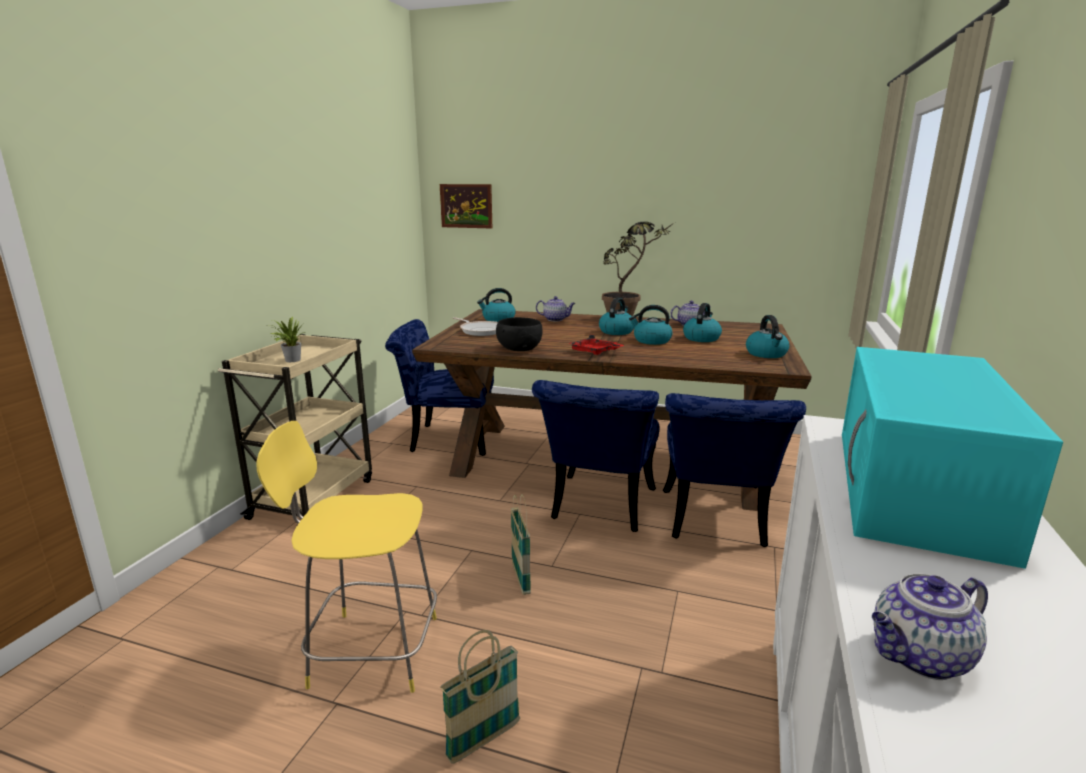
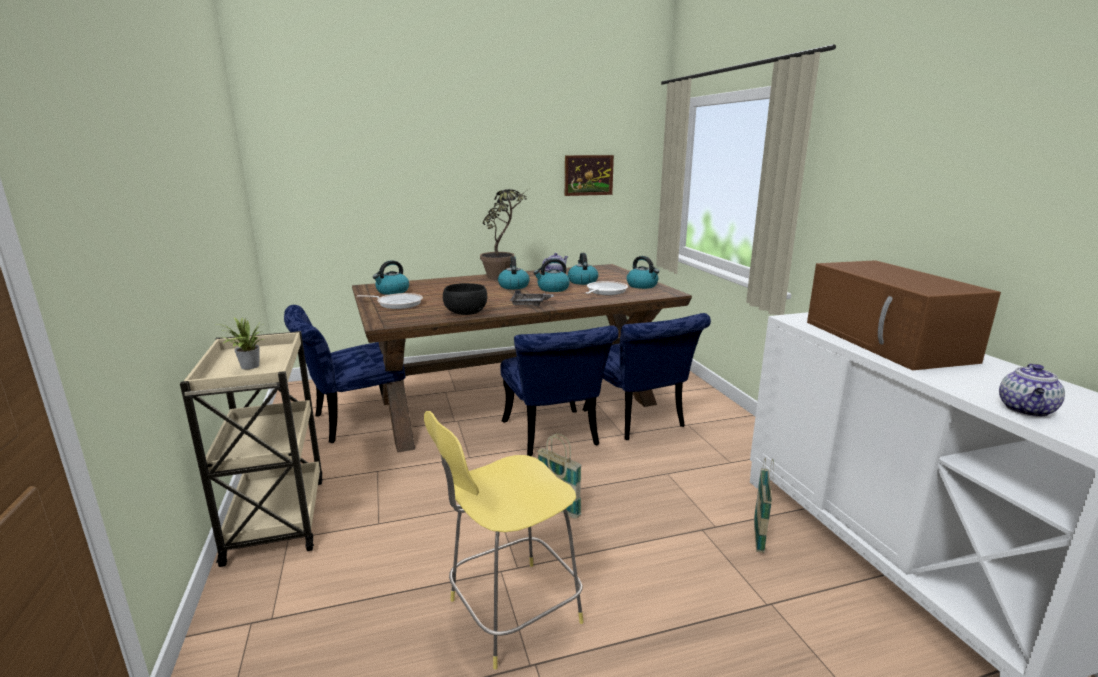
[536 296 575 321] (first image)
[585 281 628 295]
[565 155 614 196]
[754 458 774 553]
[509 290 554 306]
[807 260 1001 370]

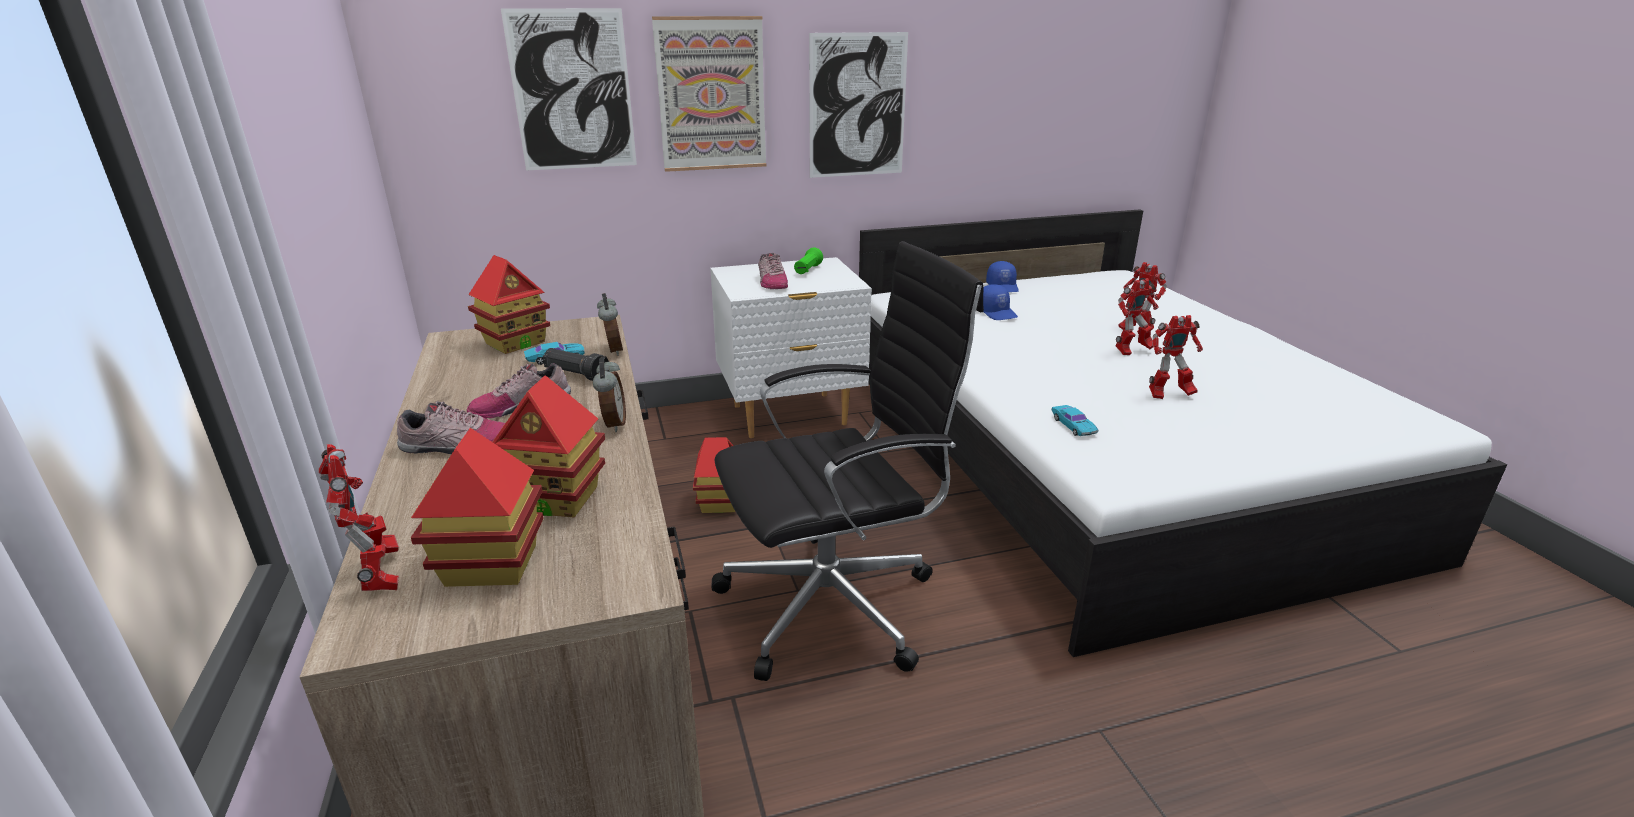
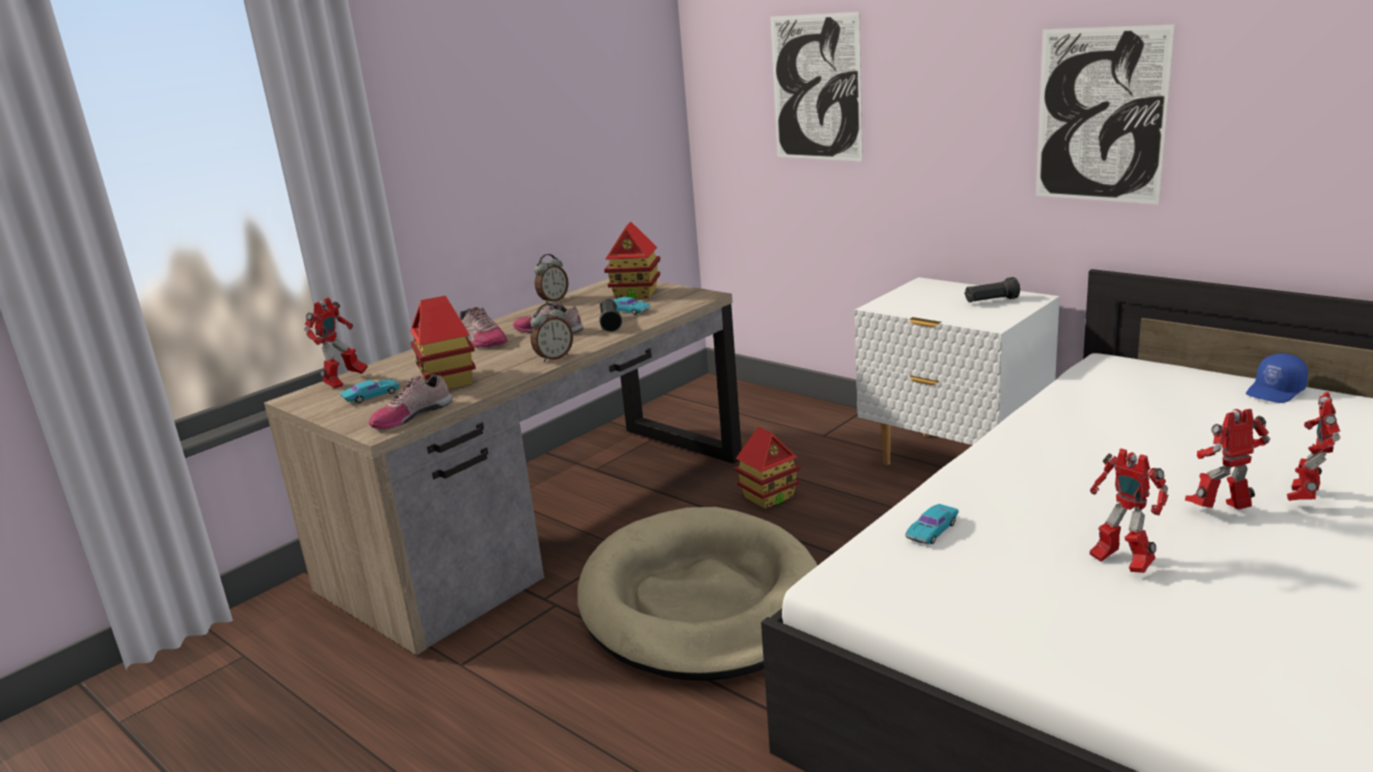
[652 16 766 172] (first image)
[983 284 1018 320] (first image)
[534 254 569 304]
[369 374 452 429]
[340 379 399 403]
[578 507 817 681]
[965 277 1020 302]
[1185 409 1270 510]

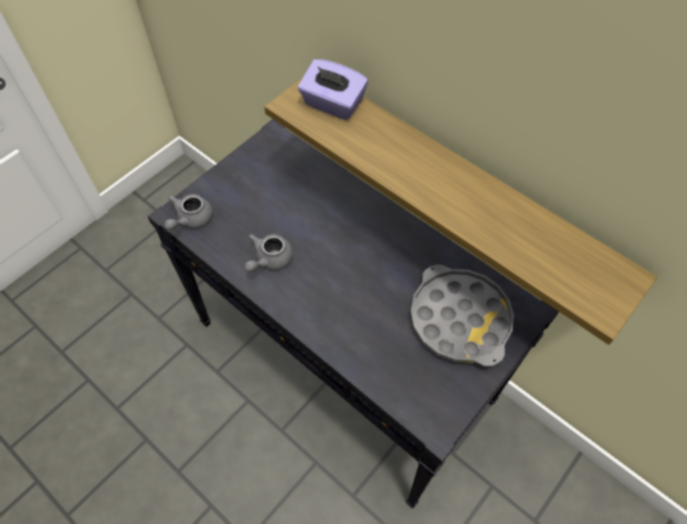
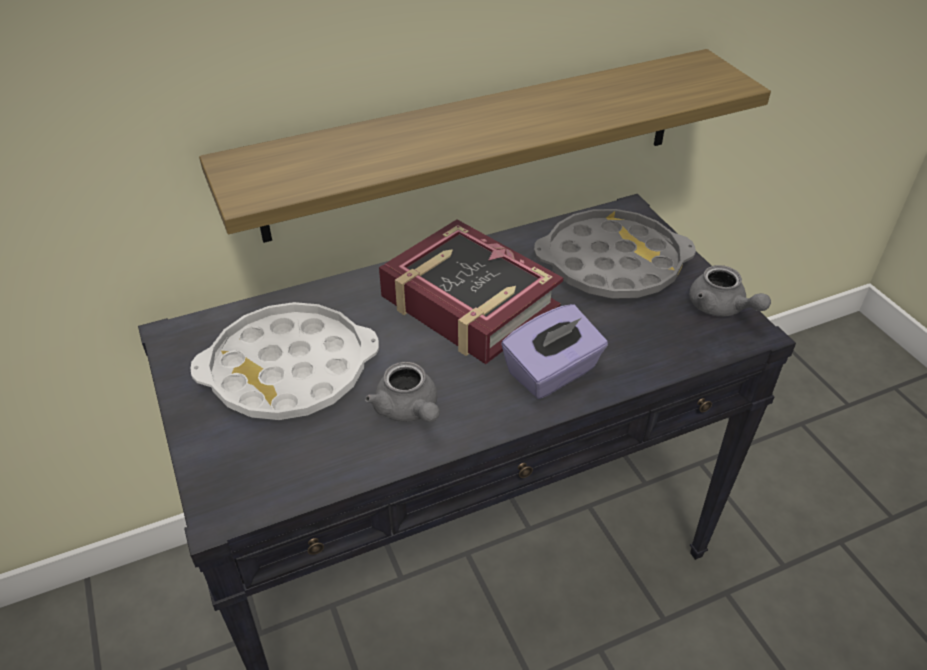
[191 302 379 420]
[379 219 563 364]
[689 265 771 317]
[501 304 608 399]

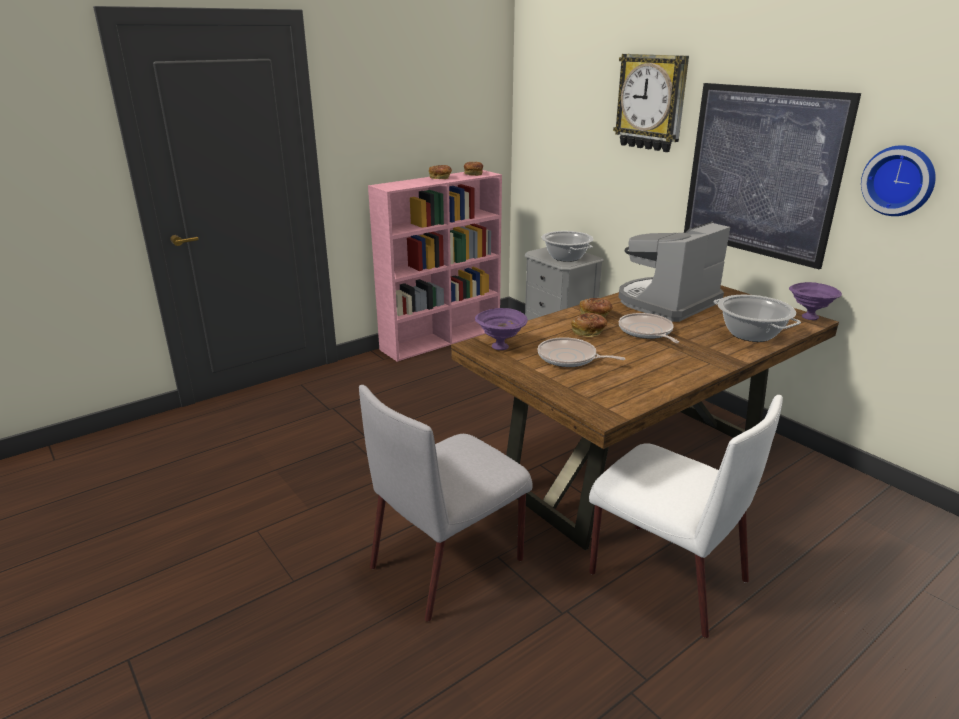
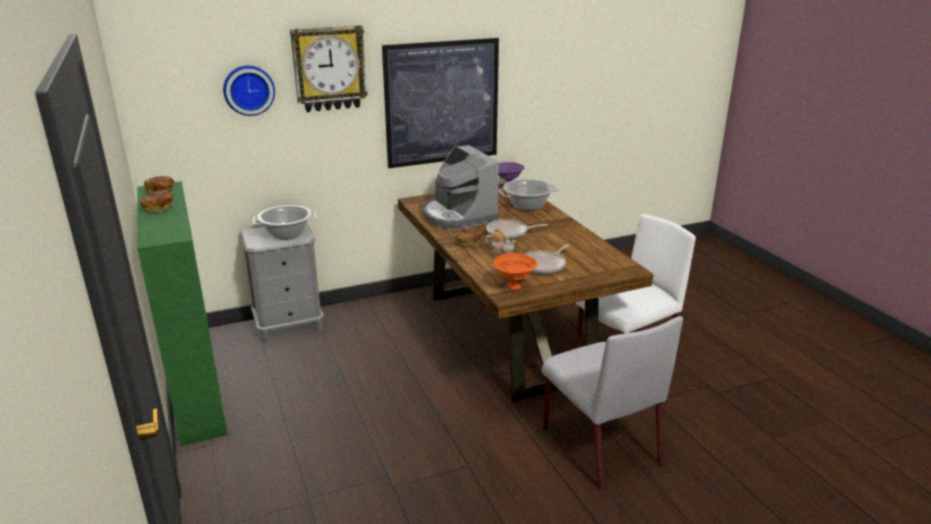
[223 66 275 116]
[486 228 516 255]
[137 181 228 446]
[494 253 538 290]

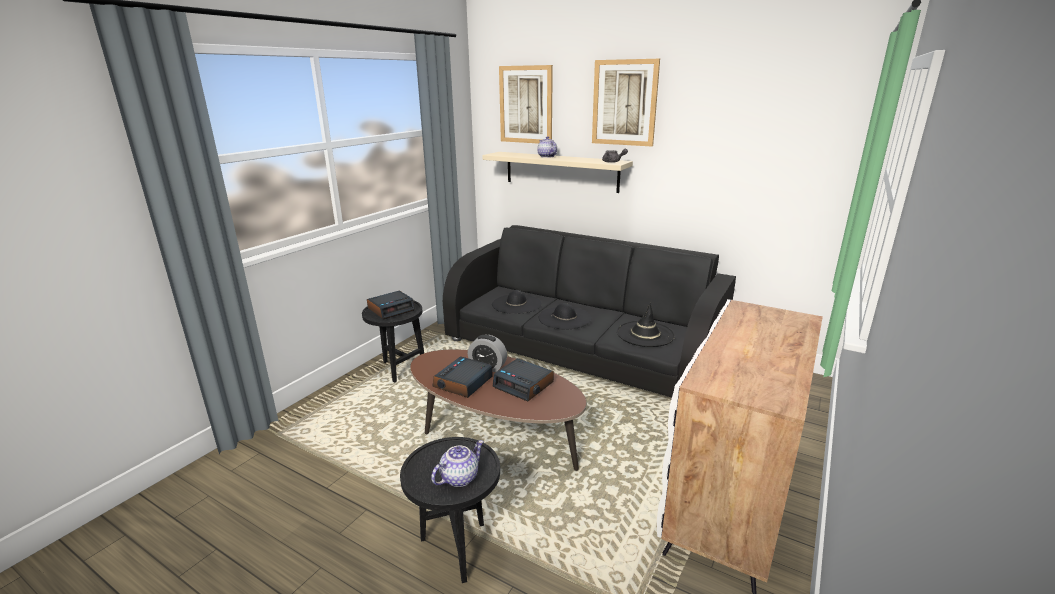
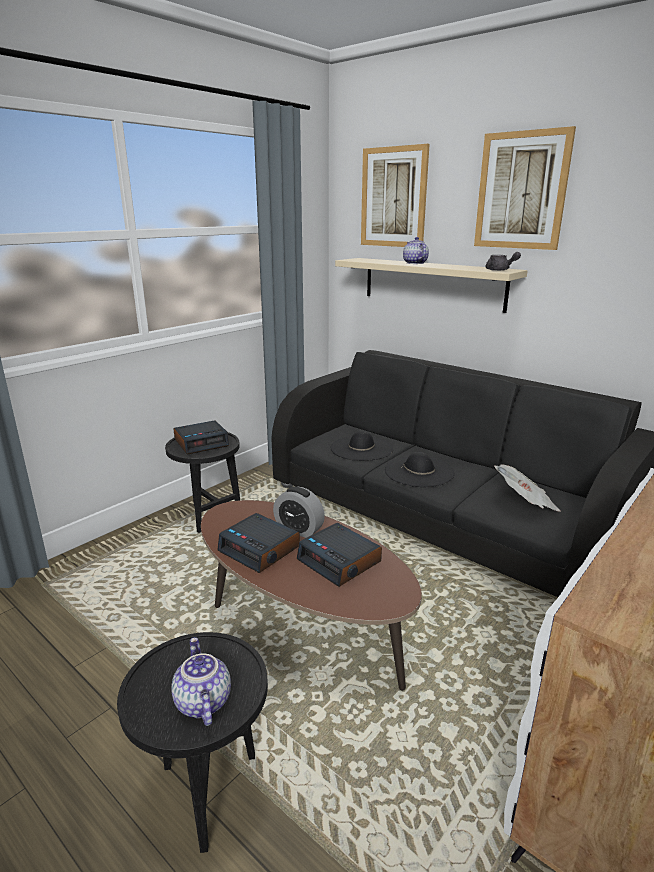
[494 464 561 512]
[171 637 231 726]
[218 513 300 573]

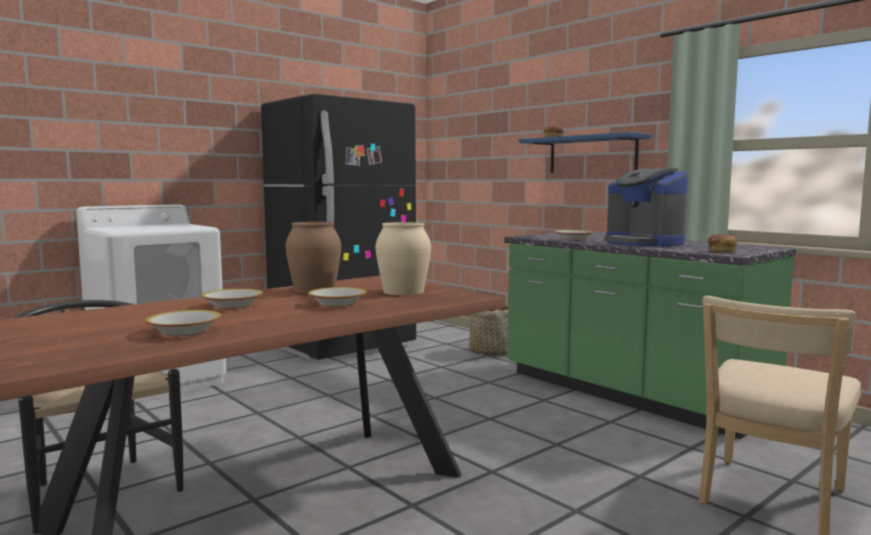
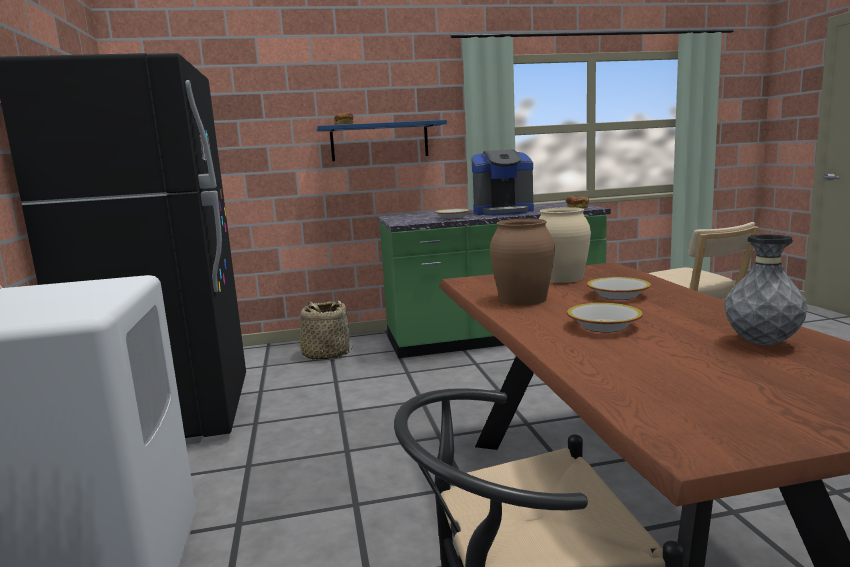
[724 234 808 345]

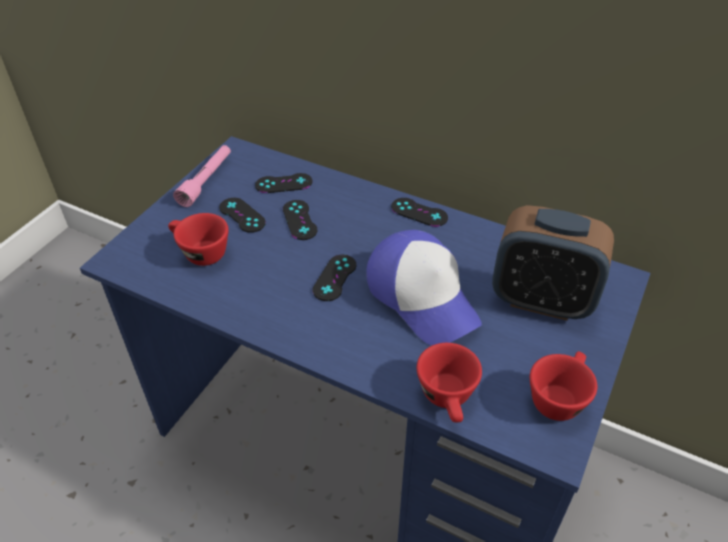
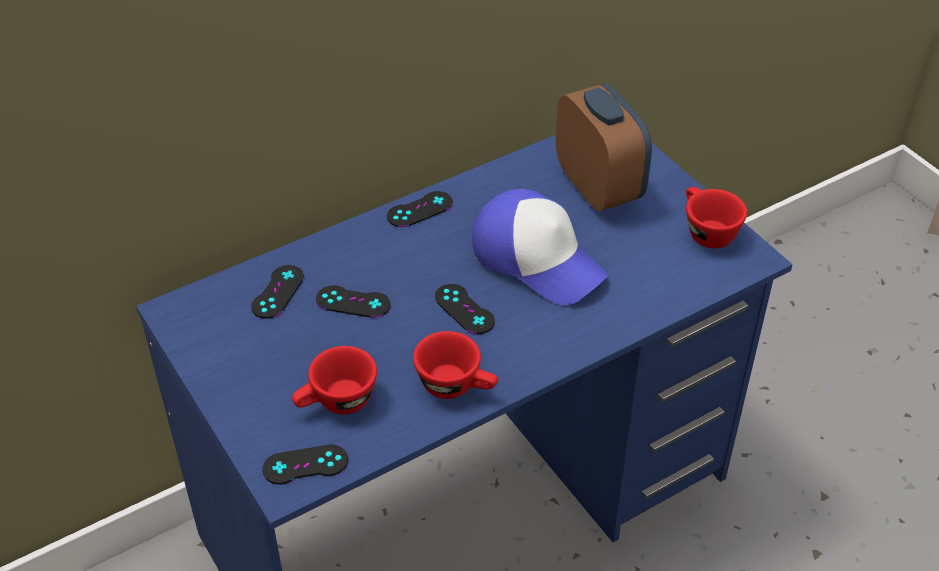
[173 145 231 207] (first image)
[262 444 348 484]
[413 331 498 399]
[472 189 608 305]
[556 84 652 211]

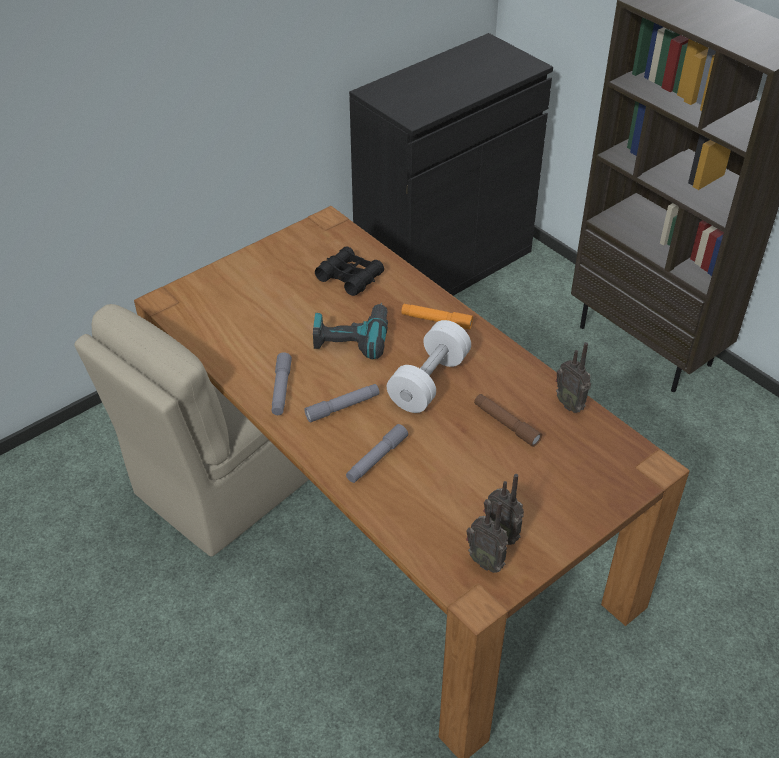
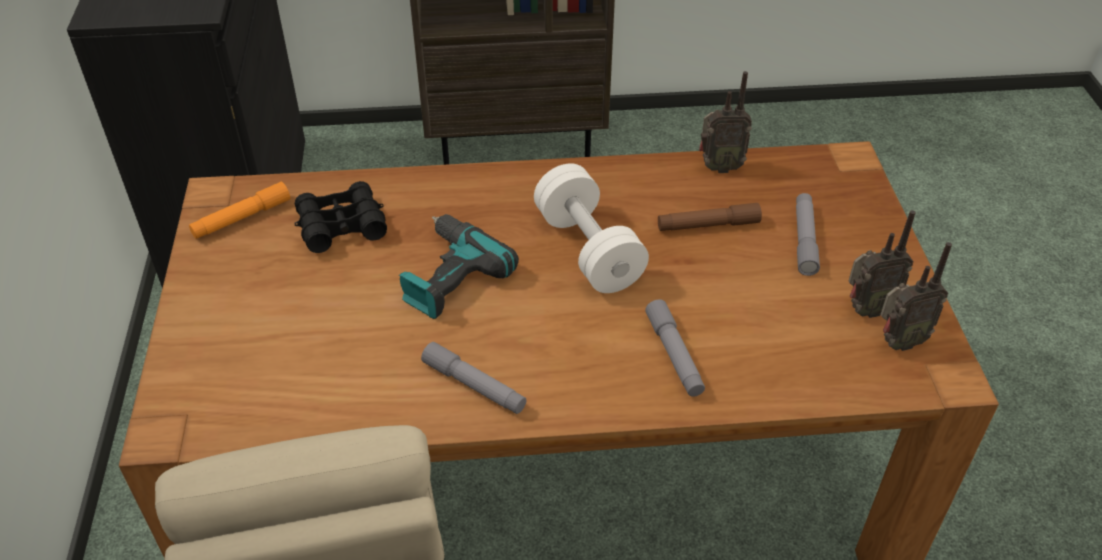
[796 193 820 276]
[189 182 290 239]

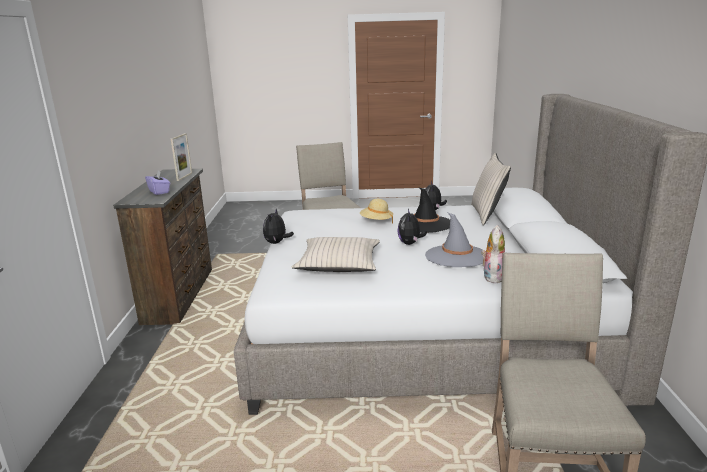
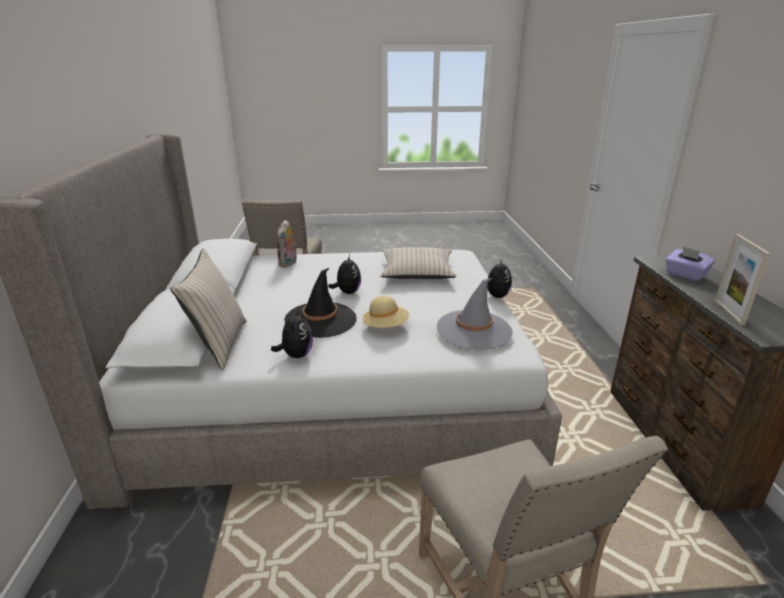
[437 278 513 350]

